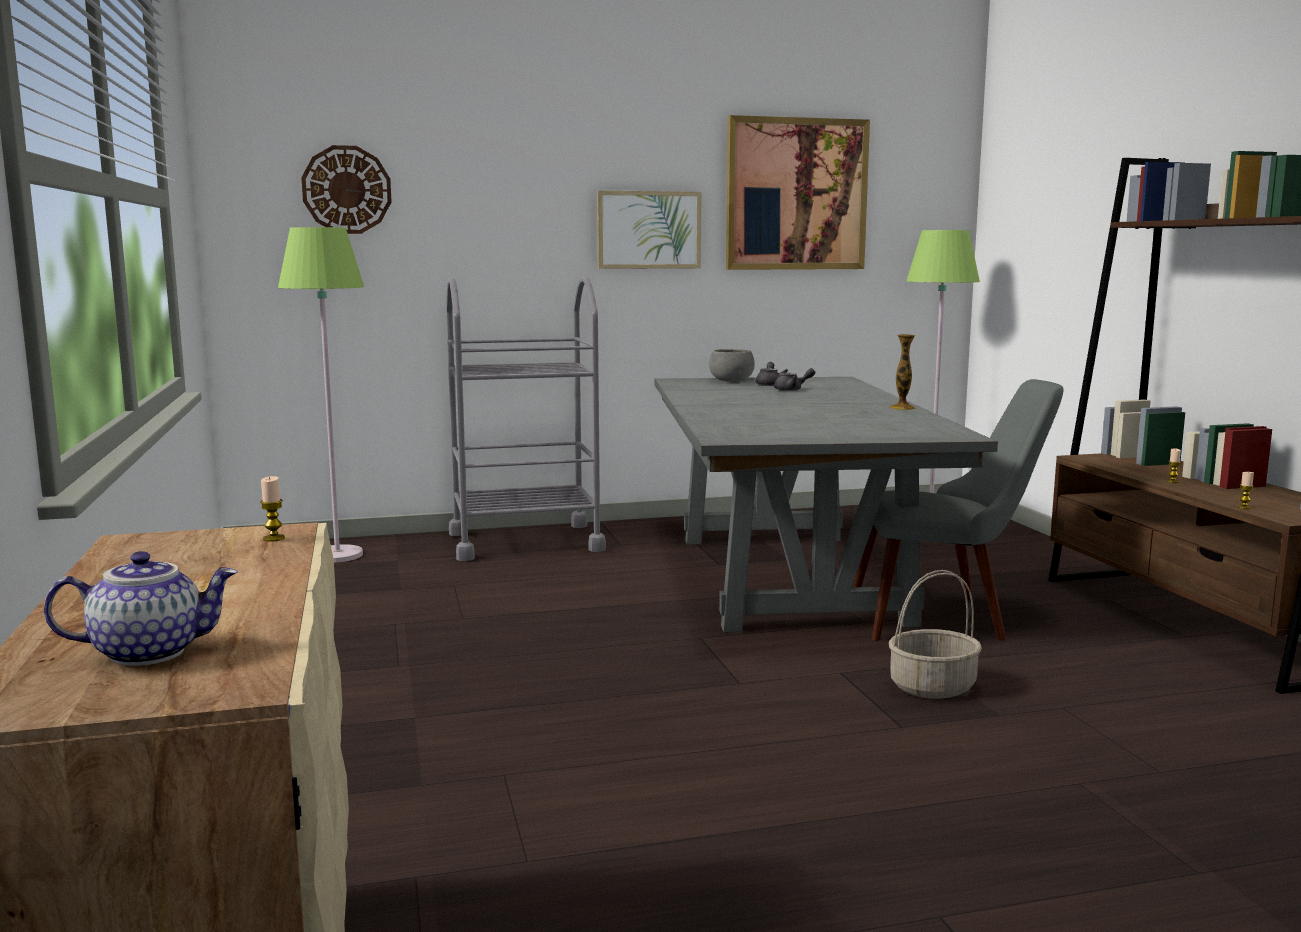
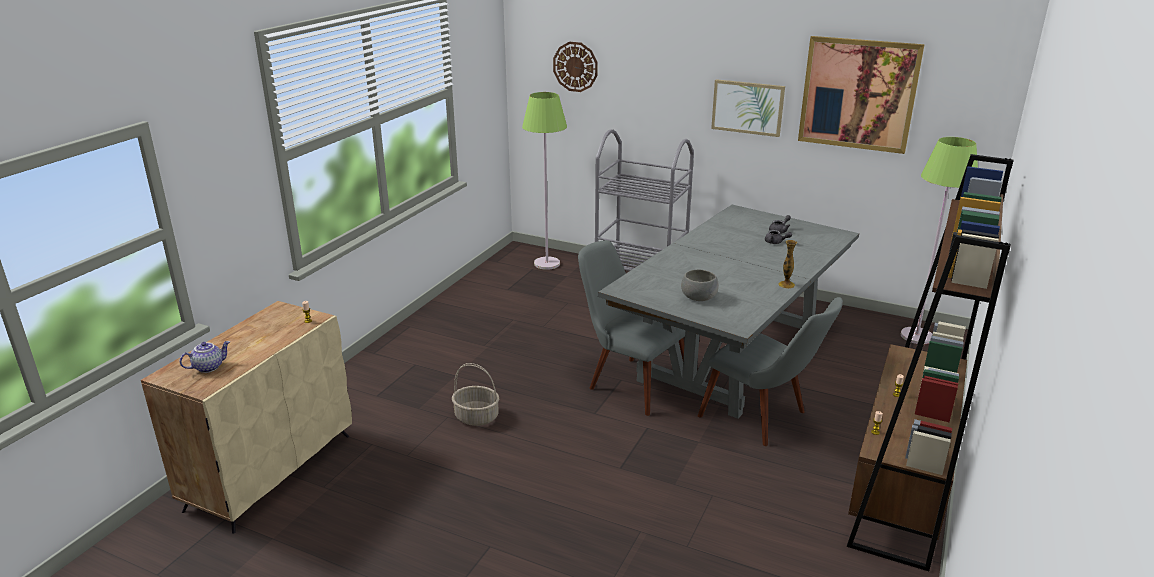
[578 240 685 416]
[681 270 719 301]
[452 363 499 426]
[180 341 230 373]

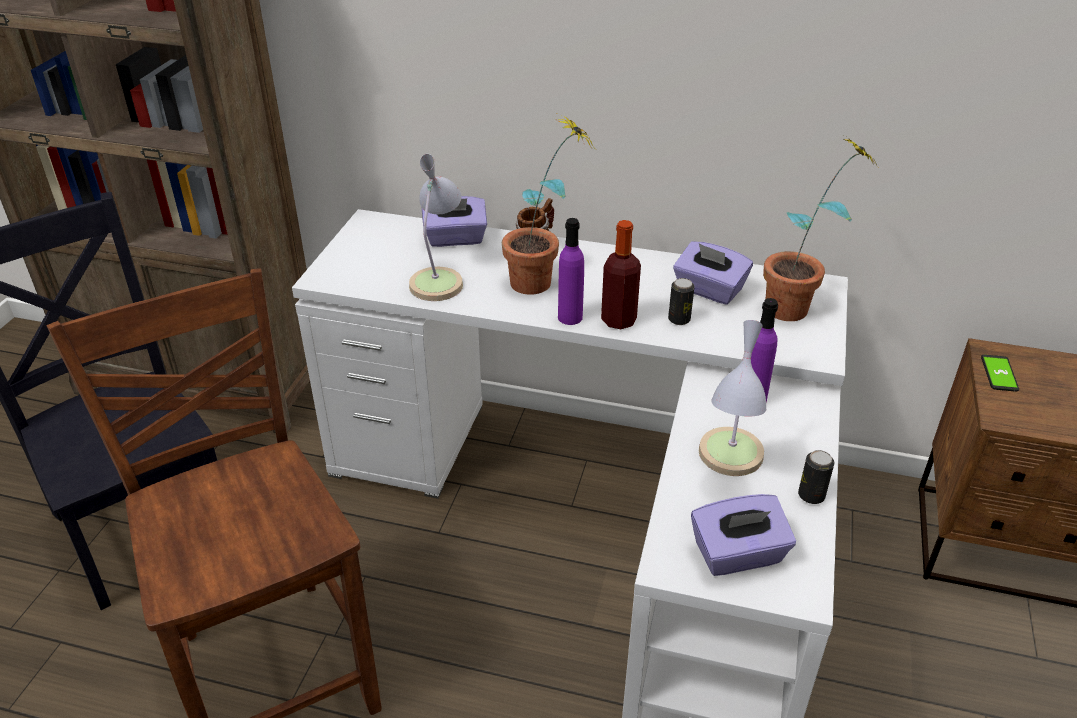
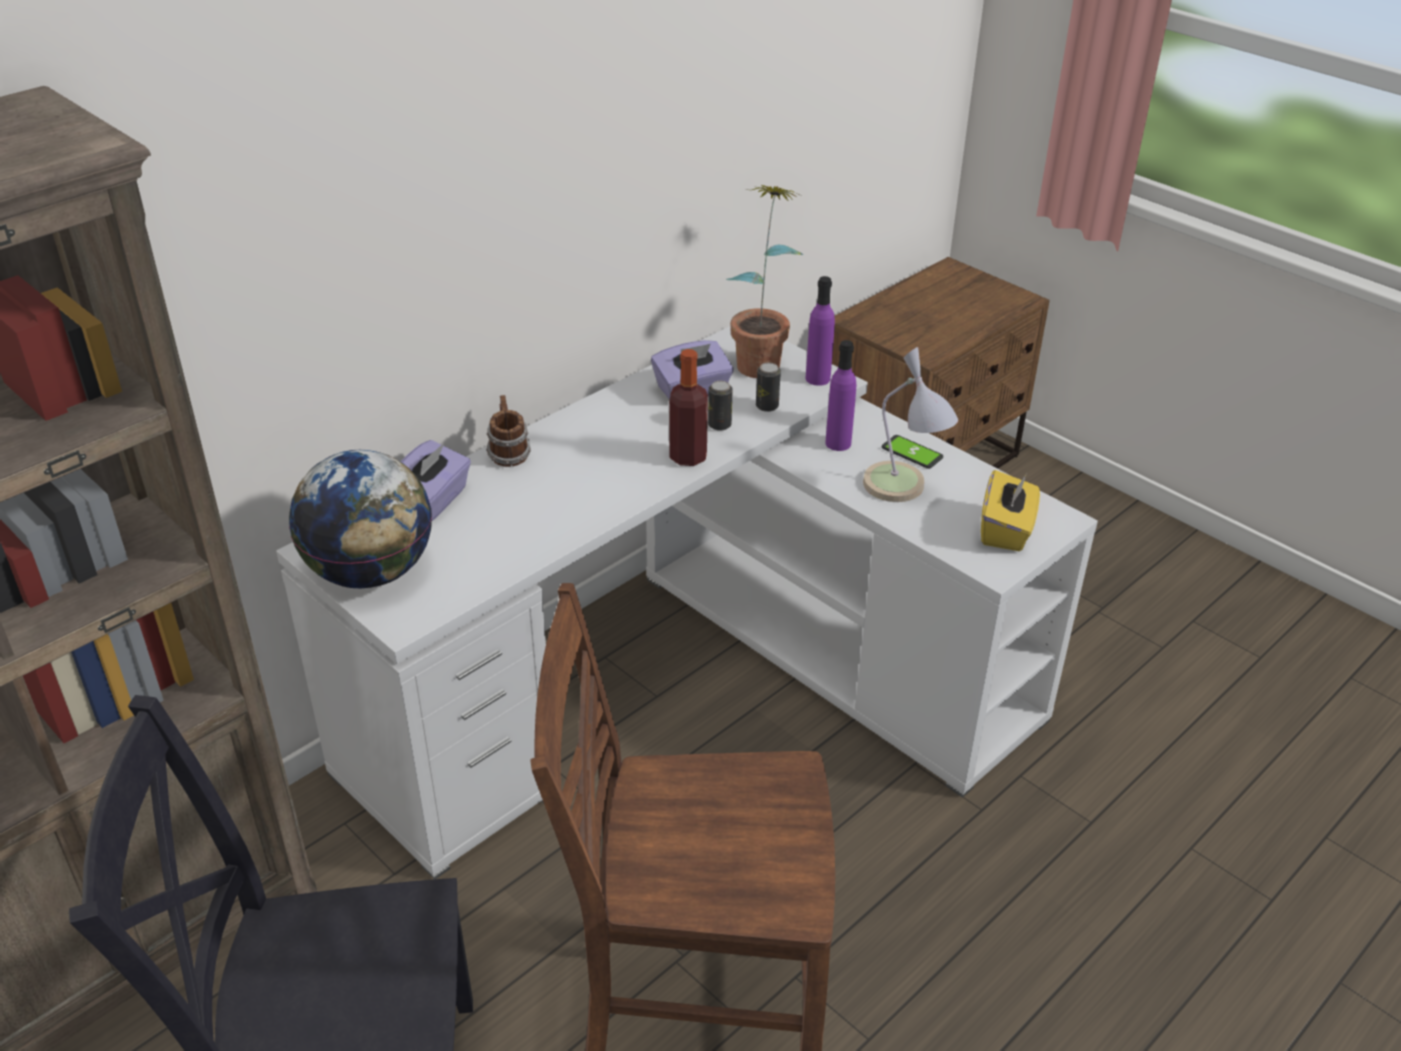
[409 154 463 301] (first image)
[502 114 594 295] (first image)
[289 450 432 588]
[806 276 835 386]
[756 363 781 412]
[882 435 943 469]
[981 470 1040 551]

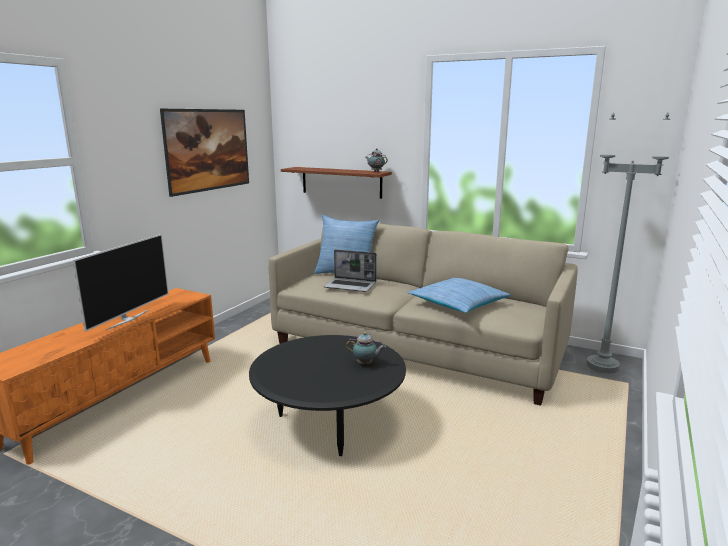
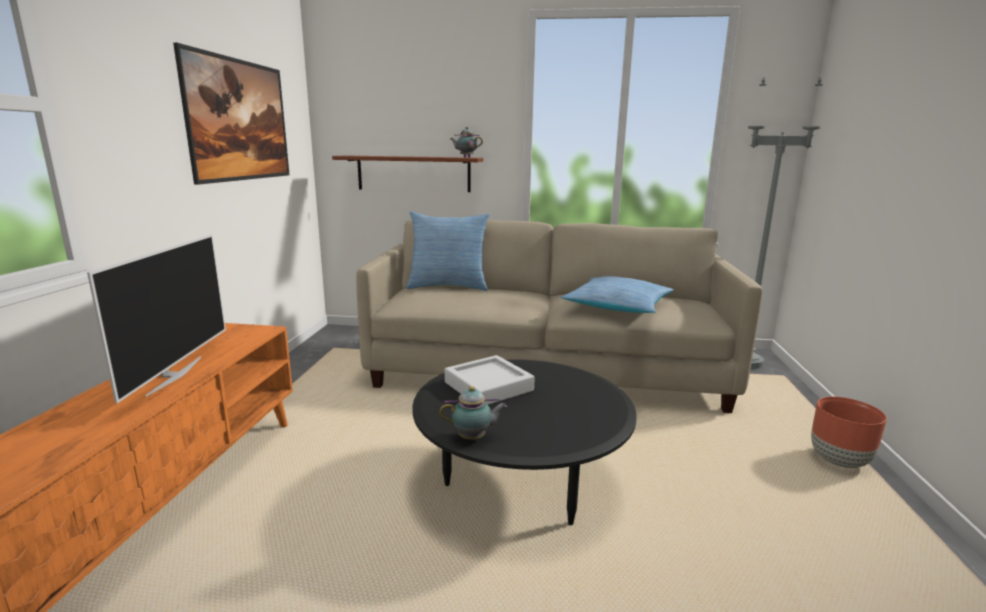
[323 249 377 292] (first image)
[445 355 535 405]
[811 397 887 468]
[439 386 507 439]

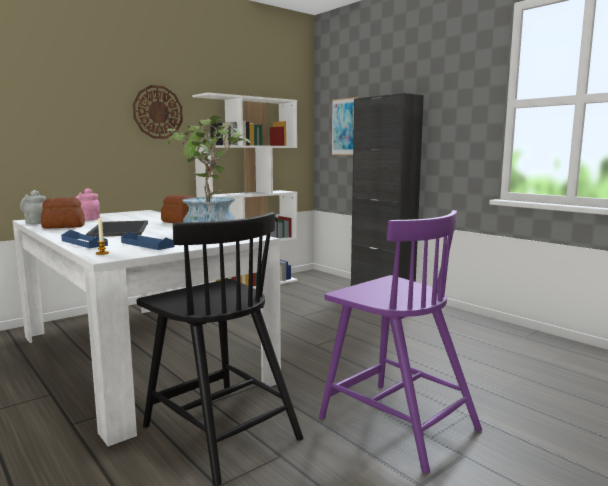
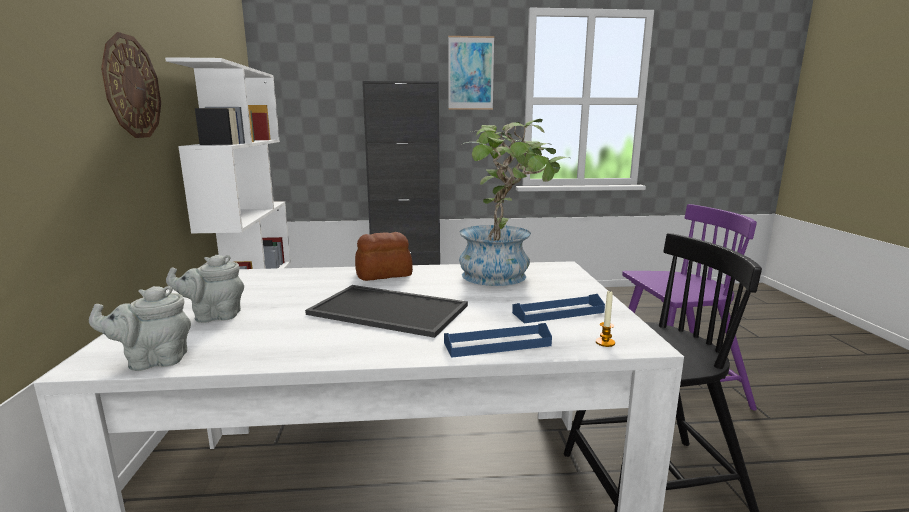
[41 197 85 229] (first image)
[448 36 494 110]
[166 255 244 323]

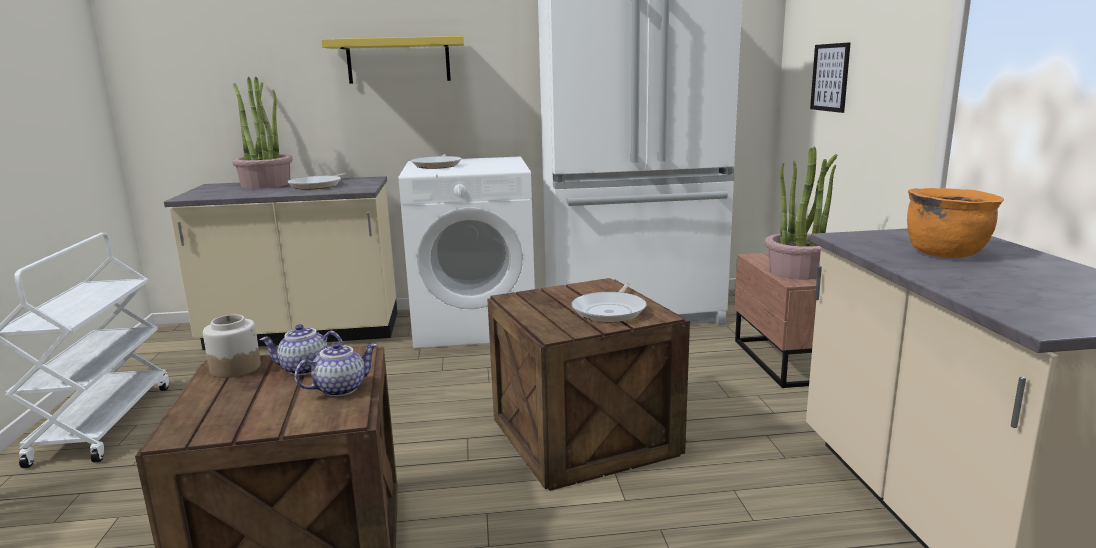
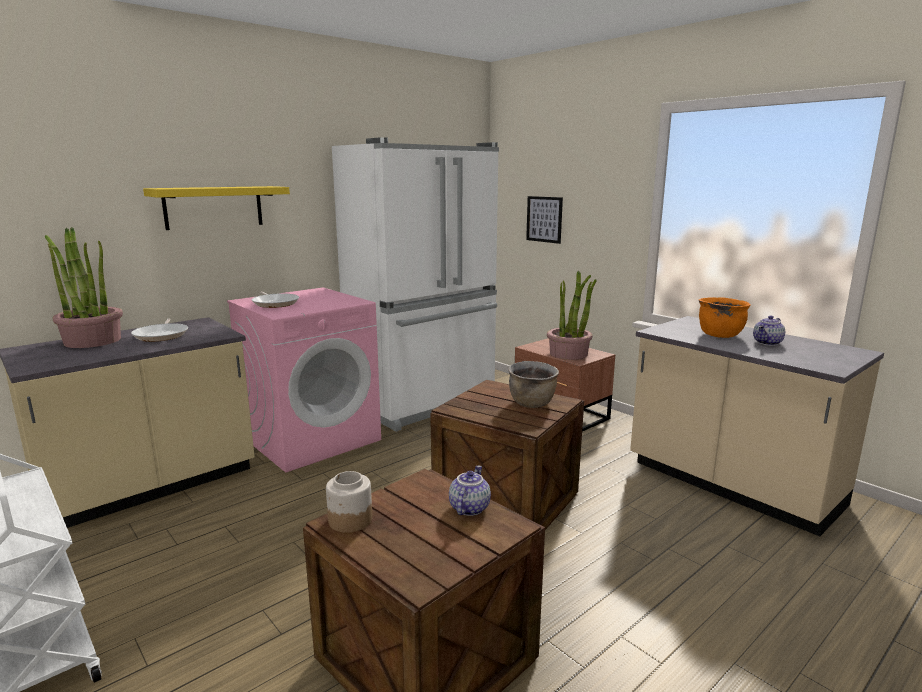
[753 316 785 346]
[508 361 559 408]
[227 287 381 473]

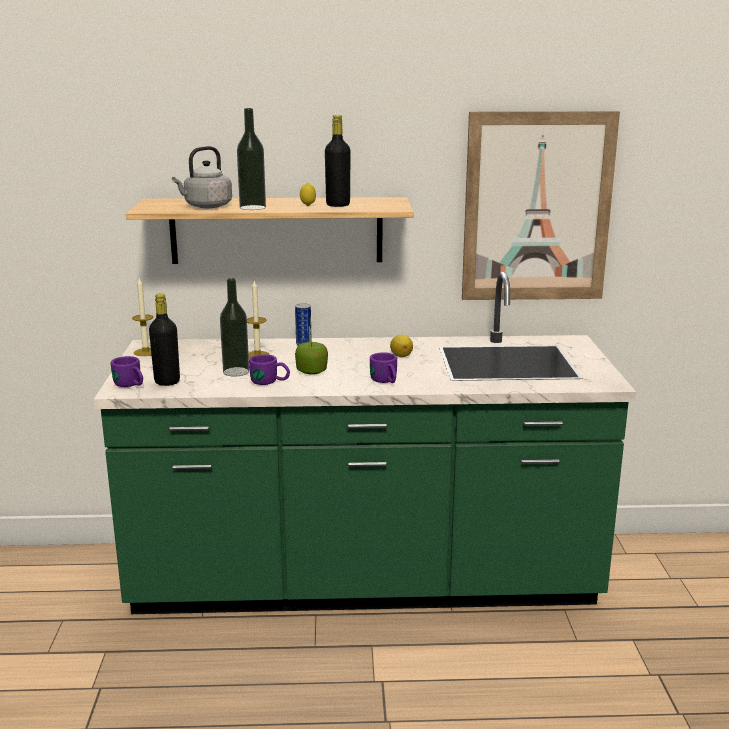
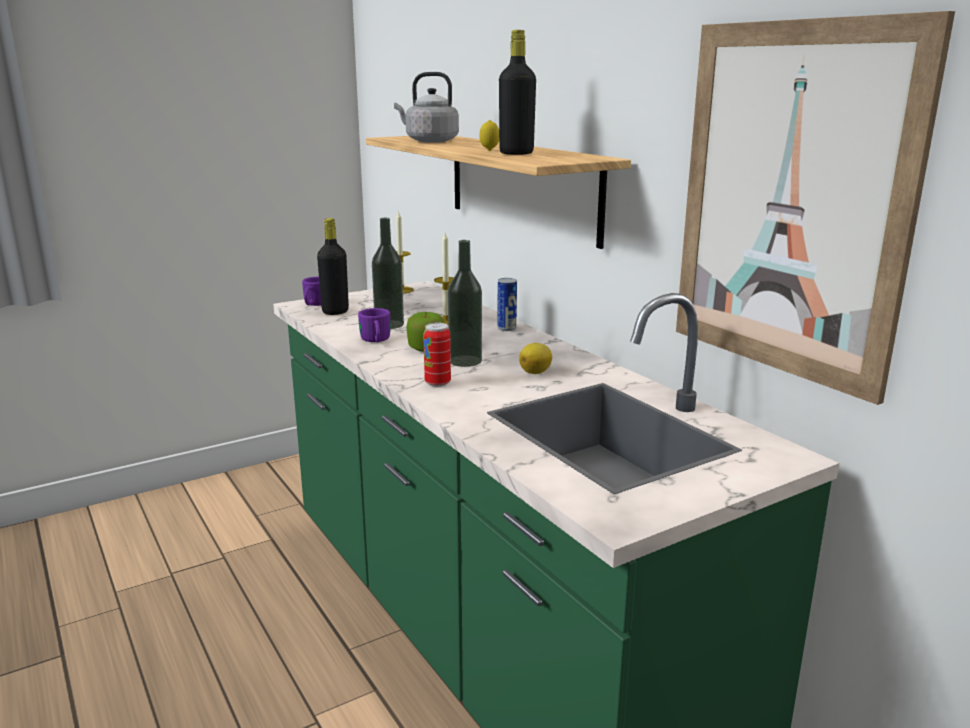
[448 240 482 367]
[423 323 451 387]

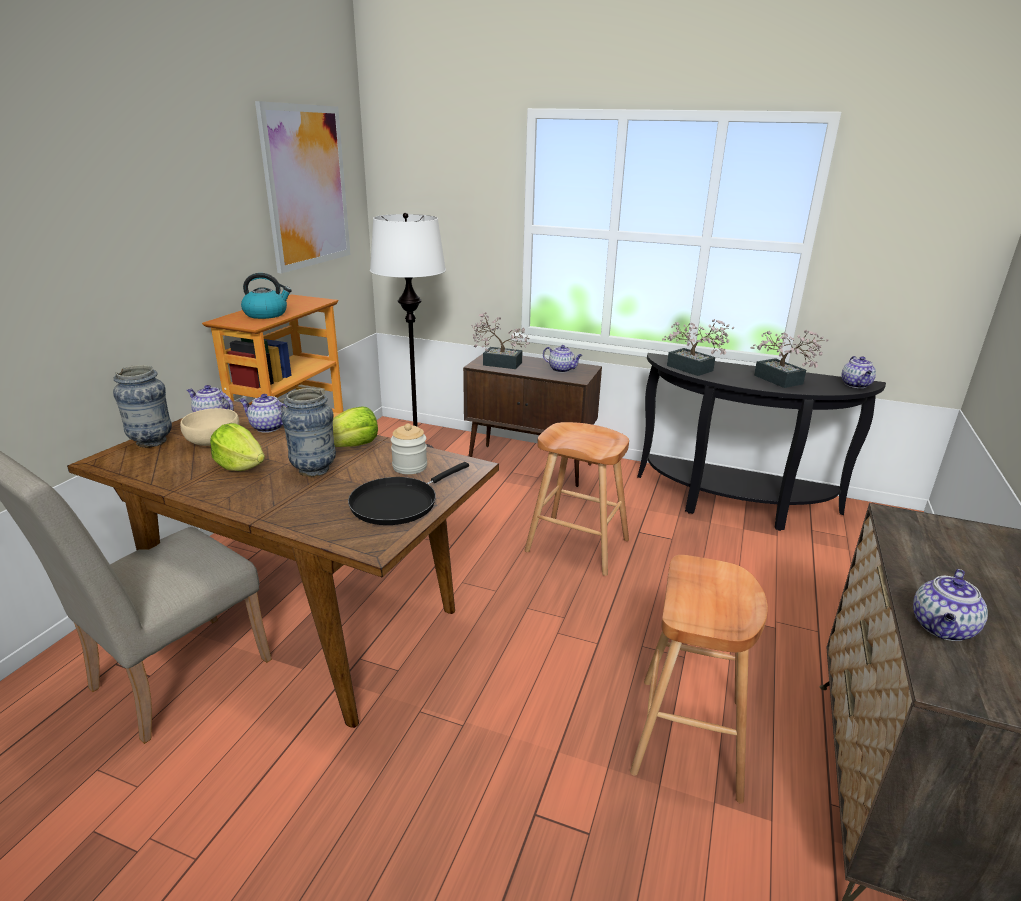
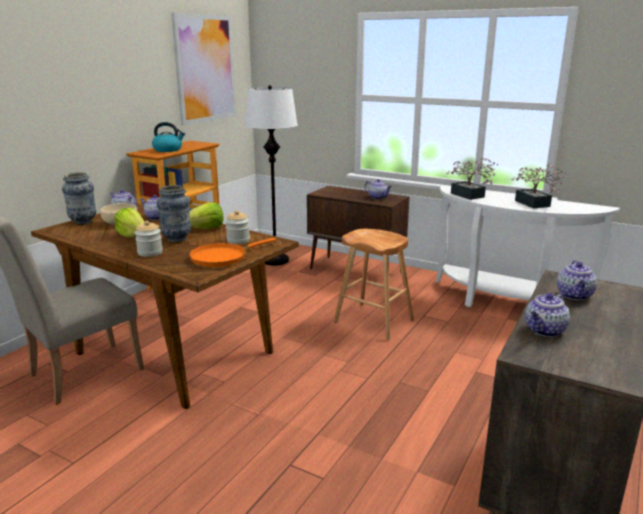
[471 312 530 369] (first image)
[630 555 768 804] (first image)
[135 221 163 257]
[557 260 597 300]
[189 238 276 267]
[436 186 620 307]

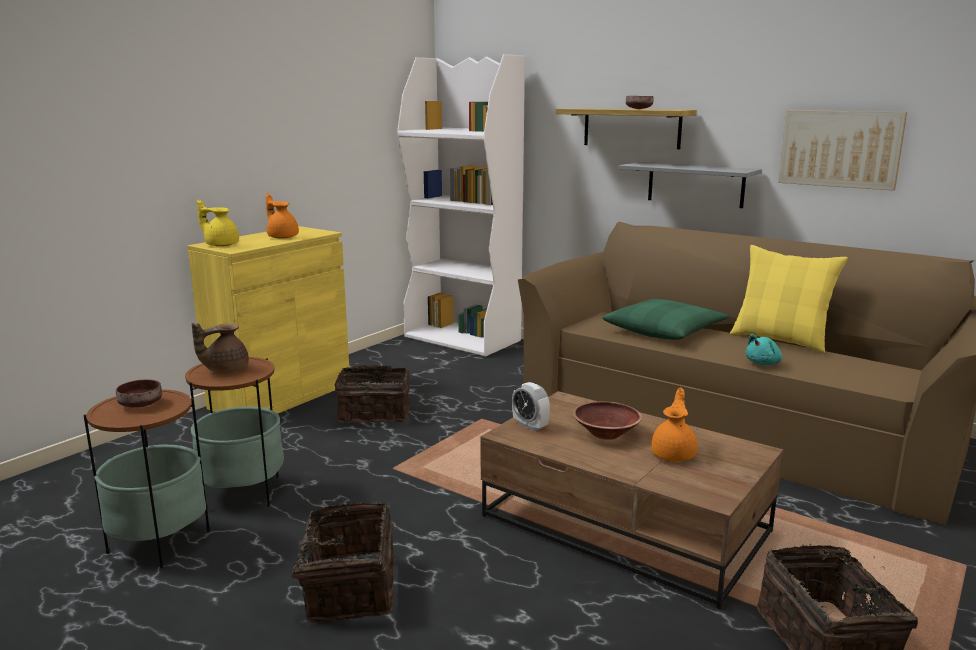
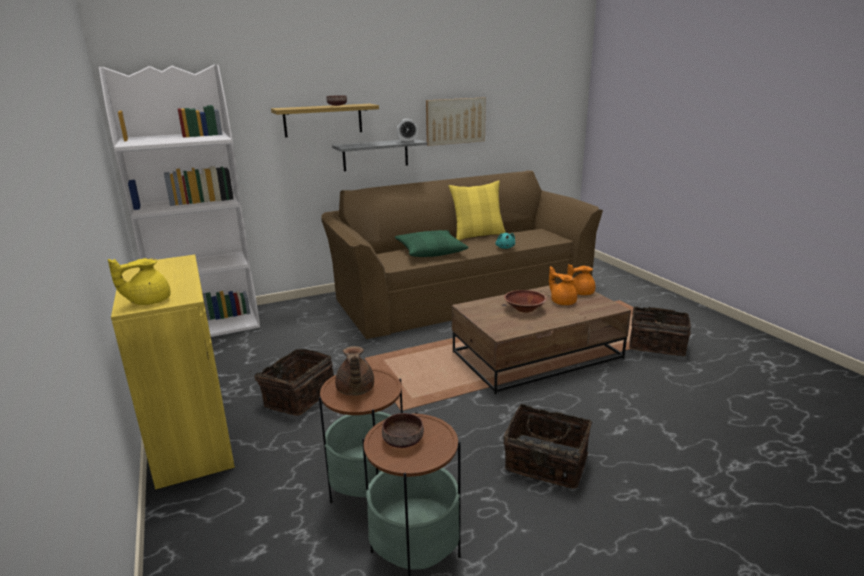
[567 264 596 295]
[397 119 418 143]

